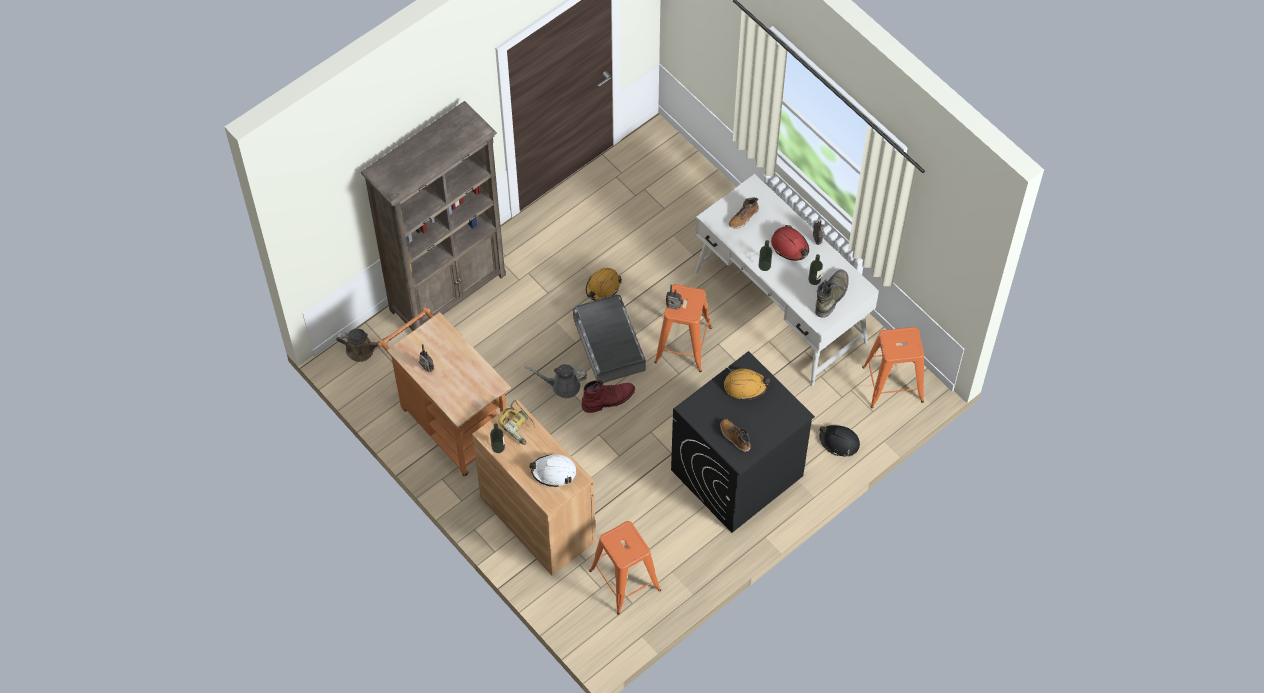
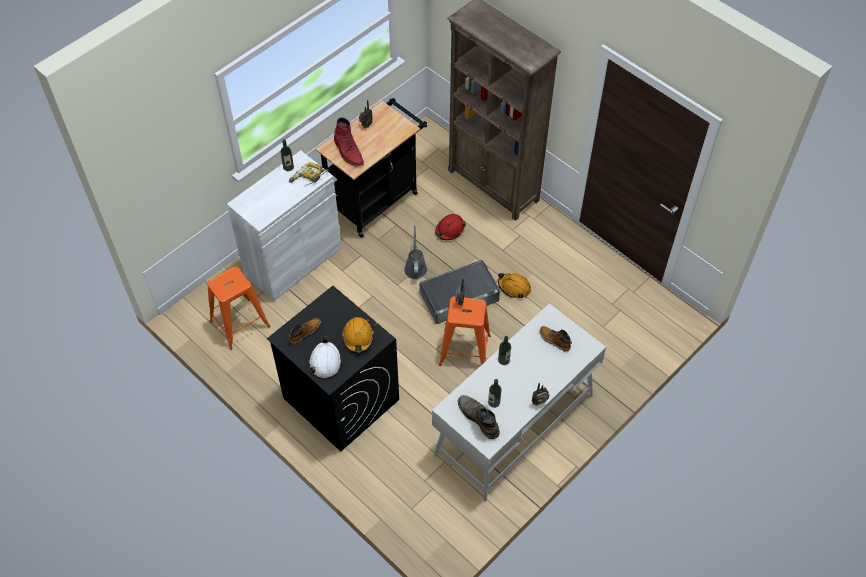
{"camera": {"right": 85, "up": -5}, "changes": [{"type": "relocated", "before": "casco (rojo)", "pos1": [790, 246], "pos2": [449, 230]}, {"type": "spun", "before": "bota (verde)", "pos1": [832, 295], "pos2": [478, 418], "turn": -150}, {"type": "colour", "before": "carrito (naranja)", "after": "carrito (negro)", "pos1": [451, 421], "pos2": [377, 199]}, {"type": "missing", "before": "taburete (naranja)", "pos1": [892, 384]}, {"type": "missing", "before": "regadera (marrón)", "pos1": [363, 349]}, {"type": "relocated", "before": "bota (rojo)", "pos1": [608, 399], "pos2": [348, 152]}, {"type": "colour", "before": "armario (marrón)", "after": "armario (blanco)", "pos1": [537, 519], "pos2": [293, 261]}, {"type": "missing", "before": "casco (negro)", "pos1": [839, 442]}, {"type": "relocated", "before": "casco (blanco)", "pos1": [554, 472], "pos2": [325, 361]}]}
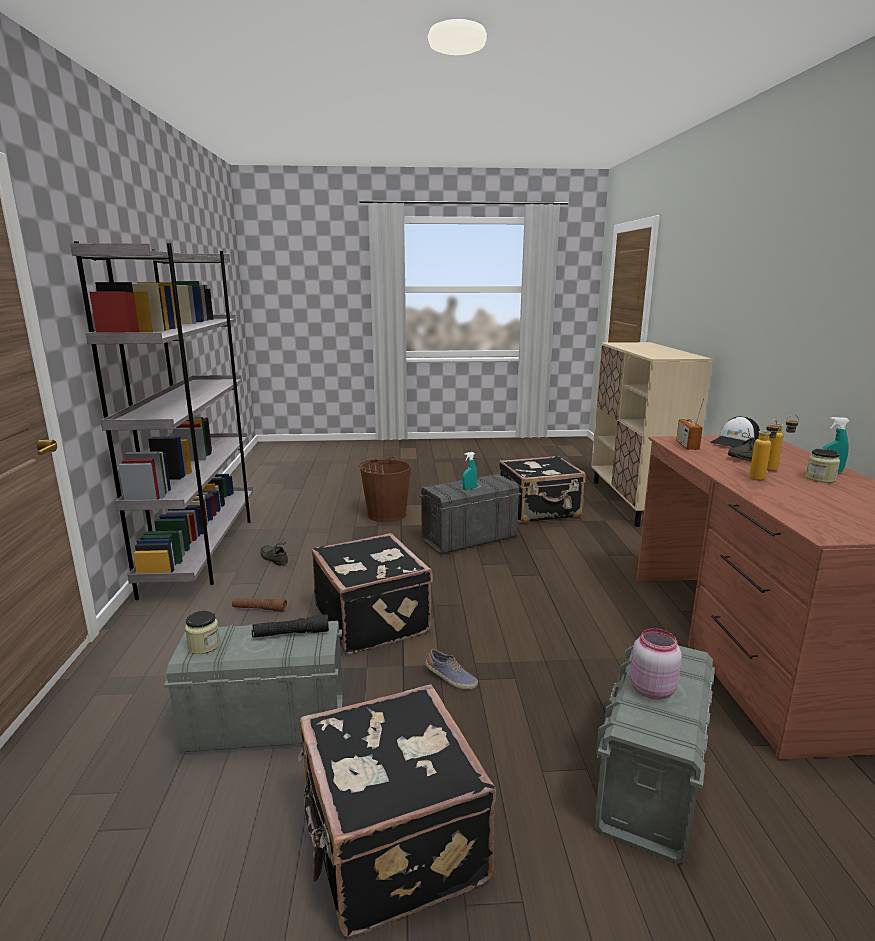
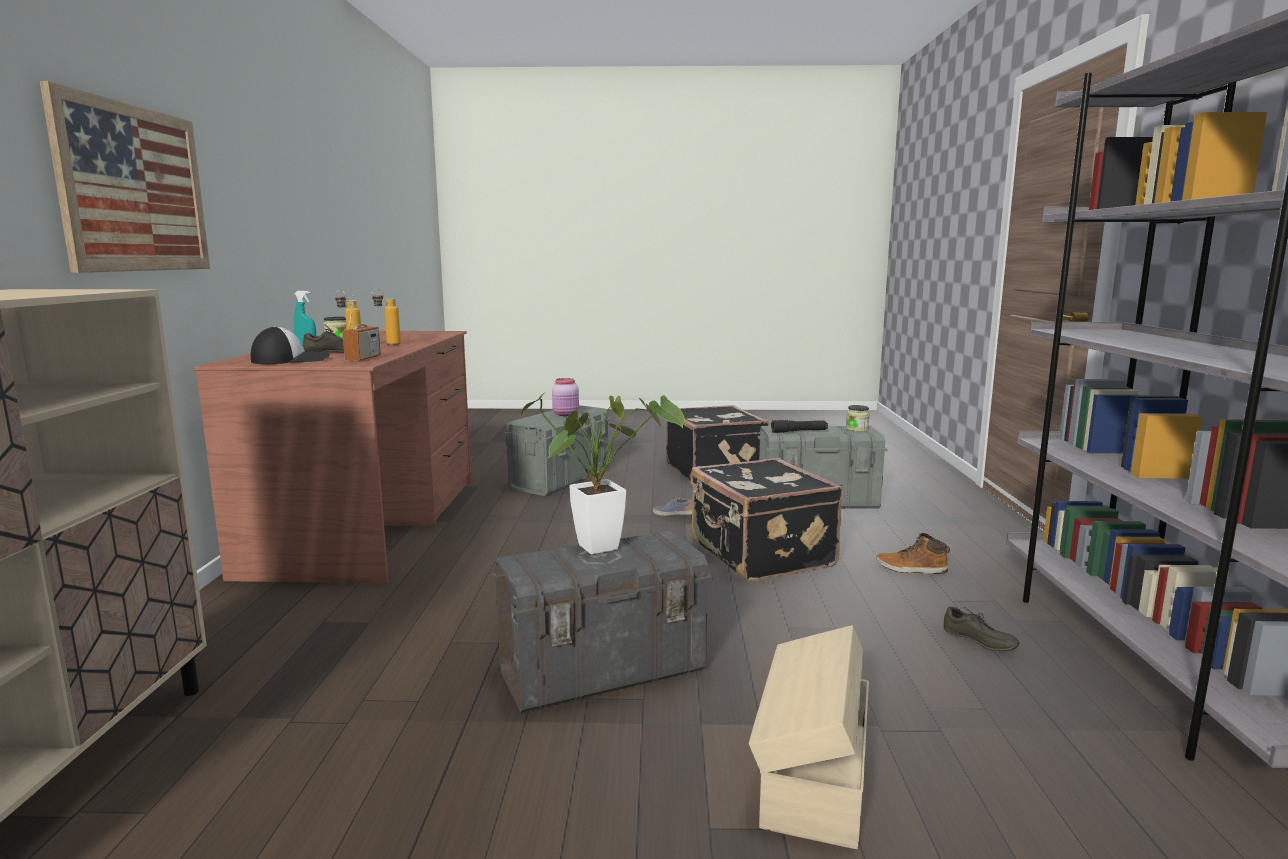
{"camera": {"right": -175, "up": -5}, "changes": [{"type": "exchanged", "before": "pulverizador (turquesa)", "after": "planta en maceta", "pos1": [469, 489], "pos2": [607, 546]}, {"type": "missing", "before": "maleta (negro)", "pos1": [539, 511]}, {"type": "exchanged", "before": "cubo (marrón)", "after": "caja de almacenaje (beis)", "pos1": [386, 514], "pos2": [813, 774]}, {"type": "exchanged", "before": "linterna (marrón)", "after": "bota", "pos1": [259, 609], "pos2": [911, 569]}, {"type": "appeared", "after": "cuadro", "pos2": [134, 189]}]}
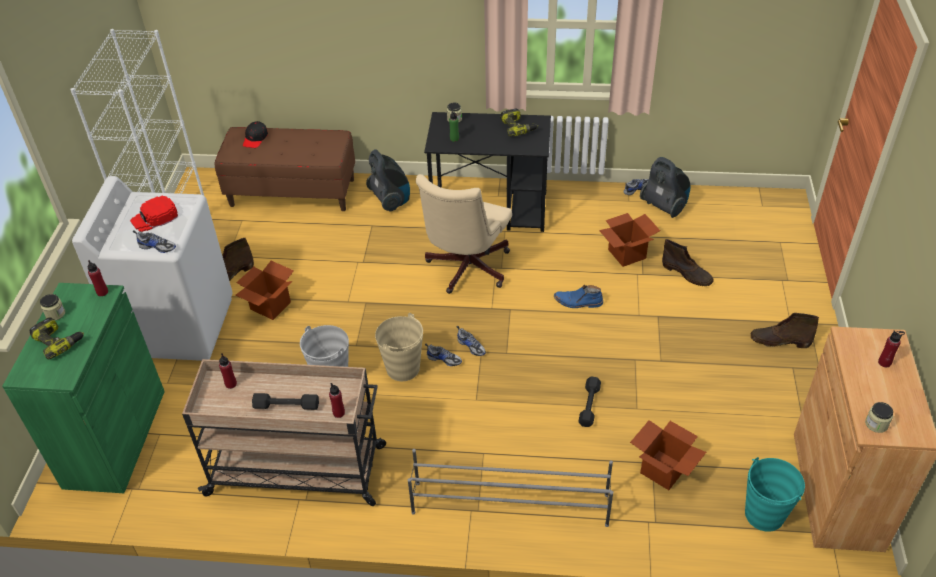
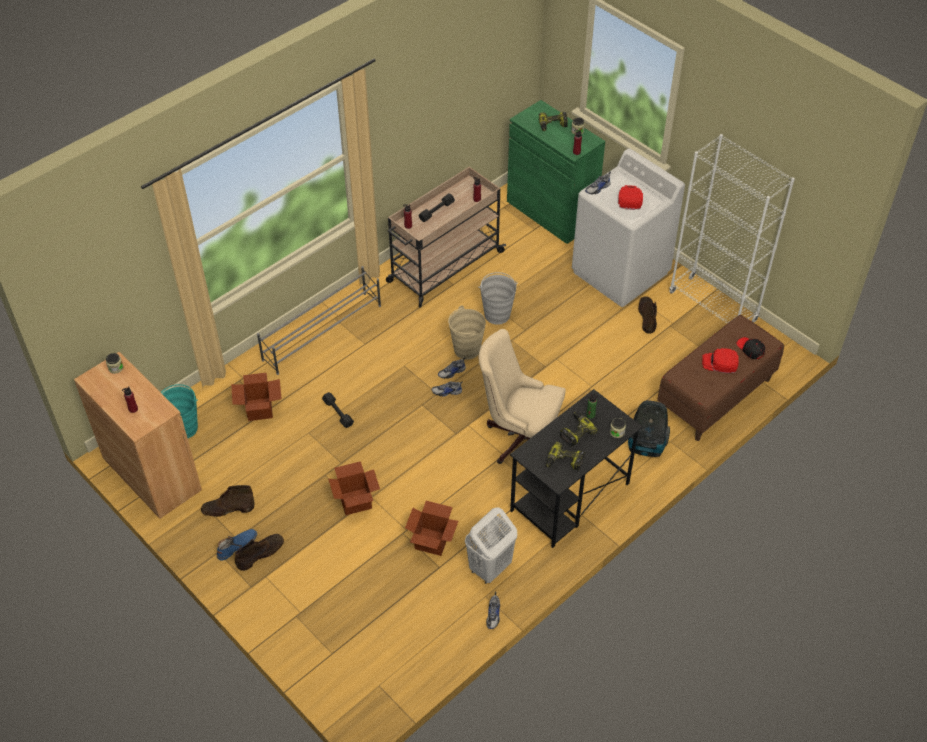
{"camera": {"right": 130, "up": 5}, "changes": [{"type": "missing", "before": "aspiradora", "pos1": [664, 206]}, {"type": "spun", "before": "silla de oficina (beis)", "pos1": [465, 270], "pos2": [519, 437], "turn": -45}, {"type": "relocated", "before": "bota (marrón)", "pos1": [687, 274], "pos2": [227, 509]}, {"type": "relocated", "before": "caja de cartón", "pos1": [270, 306], "pos2": [355, 501]}, {"type": "relocated", "before": "bota (azul)", "pos1": [578, 302], "pos2": [237, 545]}, {"type": "appeared", "after": "gorra (rojo)", "pos2": [719, 363]}, {"type": "appeared", "after": "taladro", "pos2": [575, 431]}, {"type": "appeared", "after": "cesto de la ropa (blanco)", "pos2": [489, 568]}]}
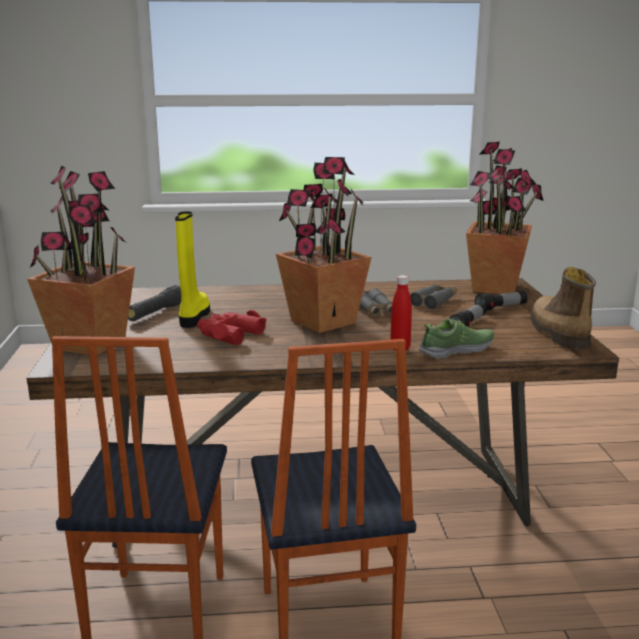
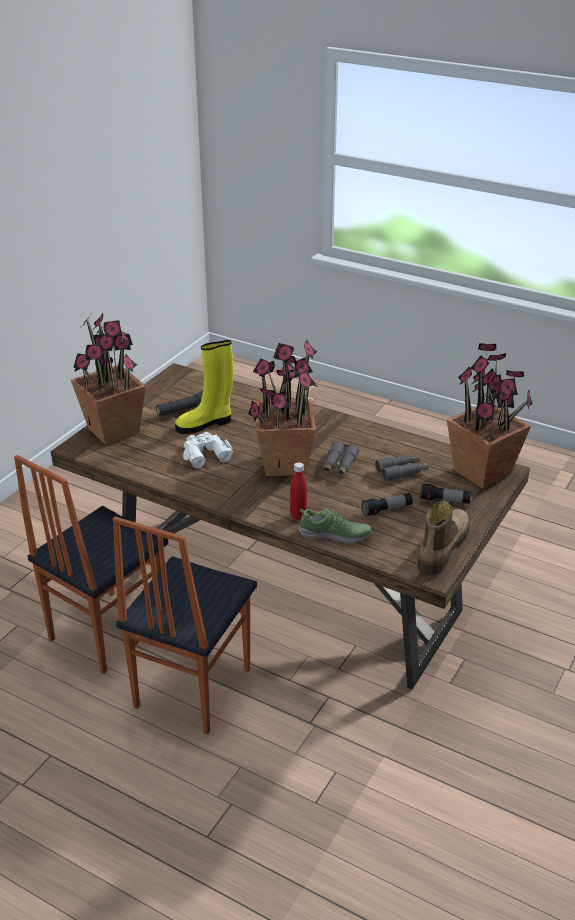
{"camera": {"right": 35, "up": 15}, "changes": [{"type": "spun", "before": "bota (amarillo)", "pos1": [193, 316], "pos2": [205, 424], "turn": -150}, {"type": "colour", "before": "prismáticos (rojo)", "after": "prismáticos (blanco)", "pos1": [229, 334], "pos2": [205, 454]}]}
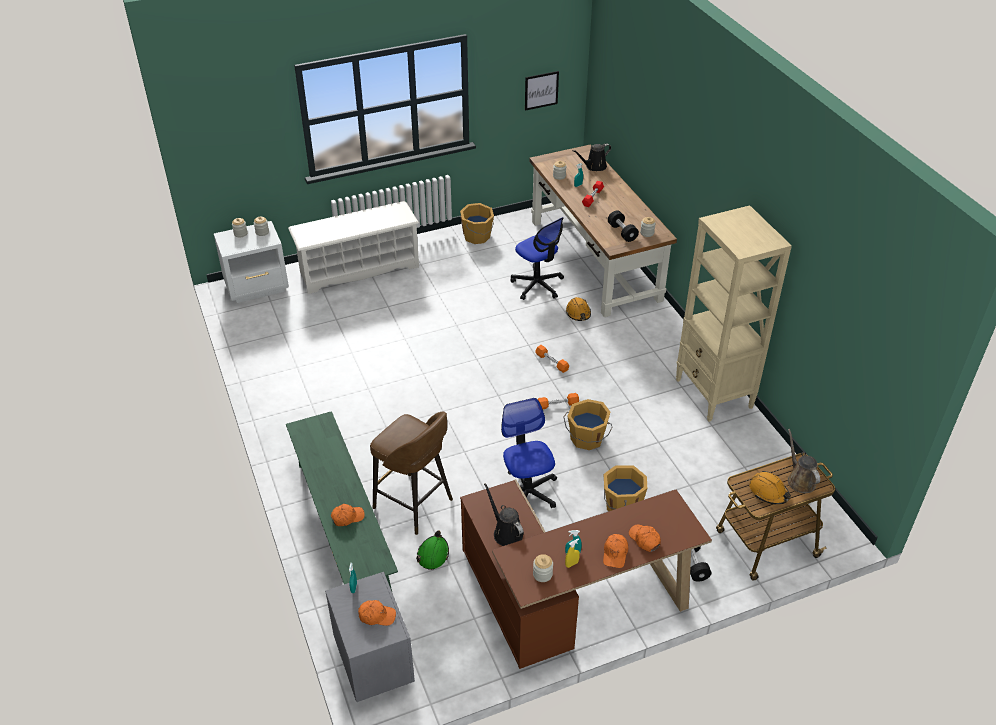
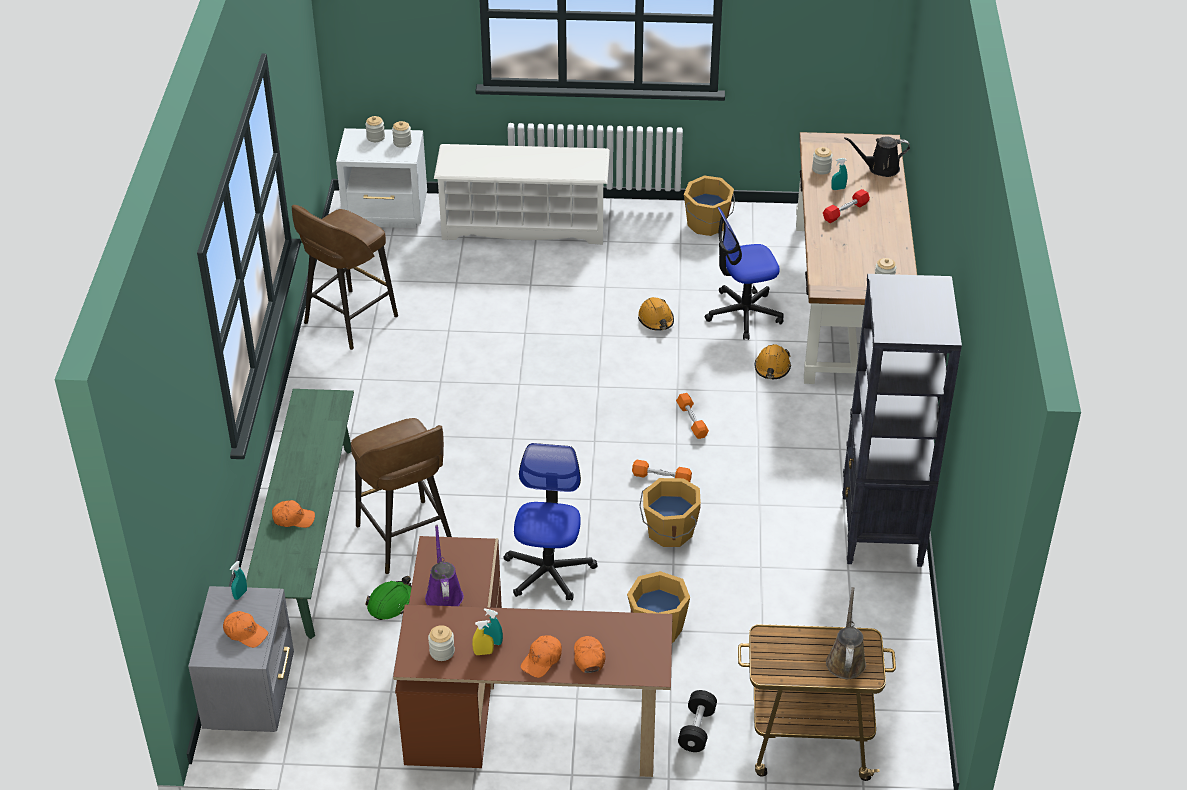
{"camera": {"right": 25, "up": 0}, "changes": [{"type": "missing", "before": "cuadro", "pos1": [541, 90]}, {"type": "colour", "before": "estantería (beis)", "after": "estantería (negro)", "pos1": [714, 394], "pos2": [881, 531]}, {"type": "missing", "before": "mancuerna (negro)", "pos1": [622, 232]}, {"type": "spun", "before": "silla de oficina", "pos1": [537, 285], "pos2": [743, 313], "turn": 90}, {"type": "relocated", "before": "casco (naranja)", "pos1": [768, 492], "pos2": [656, 320]}, {"type": "colour", "before": "regadera (negro)", "after": "regadera (morado)", "pos1": [506, 532], "pos2": [443, 594]}, {"type": "appeared", "after": "taburete (marrón)", "pos2": [348, 321]}]}
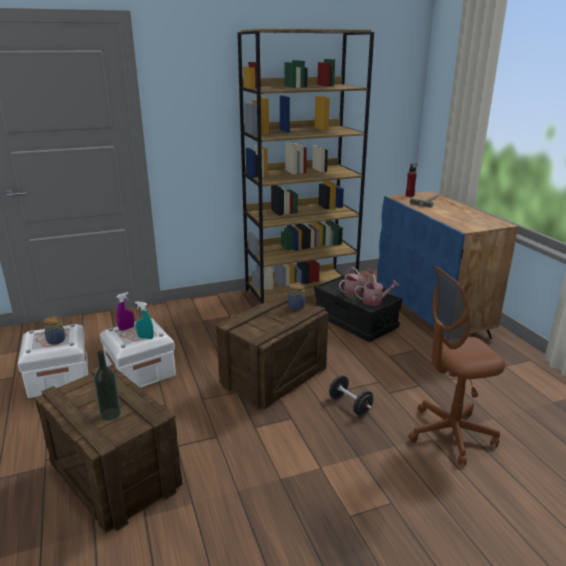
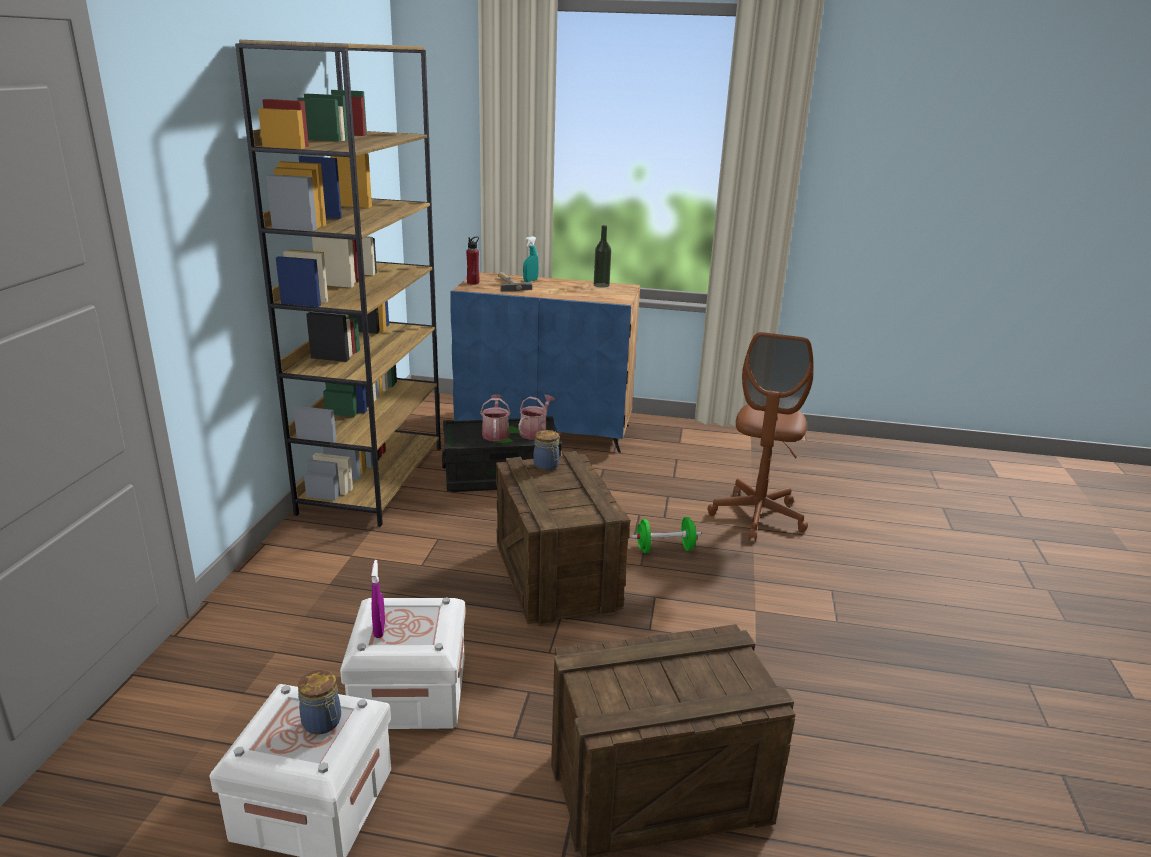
{"camera": {"right": -60, "up": 0}, "changes": [{"type": "relocated", "before": "pulverizador (turquesa)", "pos1": [145, 337], "pos2": [530, 280]}, {"type": "relocated", "before": "botella", "pos1": [110, 414], "pos2": [601, 285]}, {"type": "colour", "before": "mancuerna (negro)", "after": "mancuerna (verde)", "pos1": [350, 405], "pos2": [665, 549]}]}
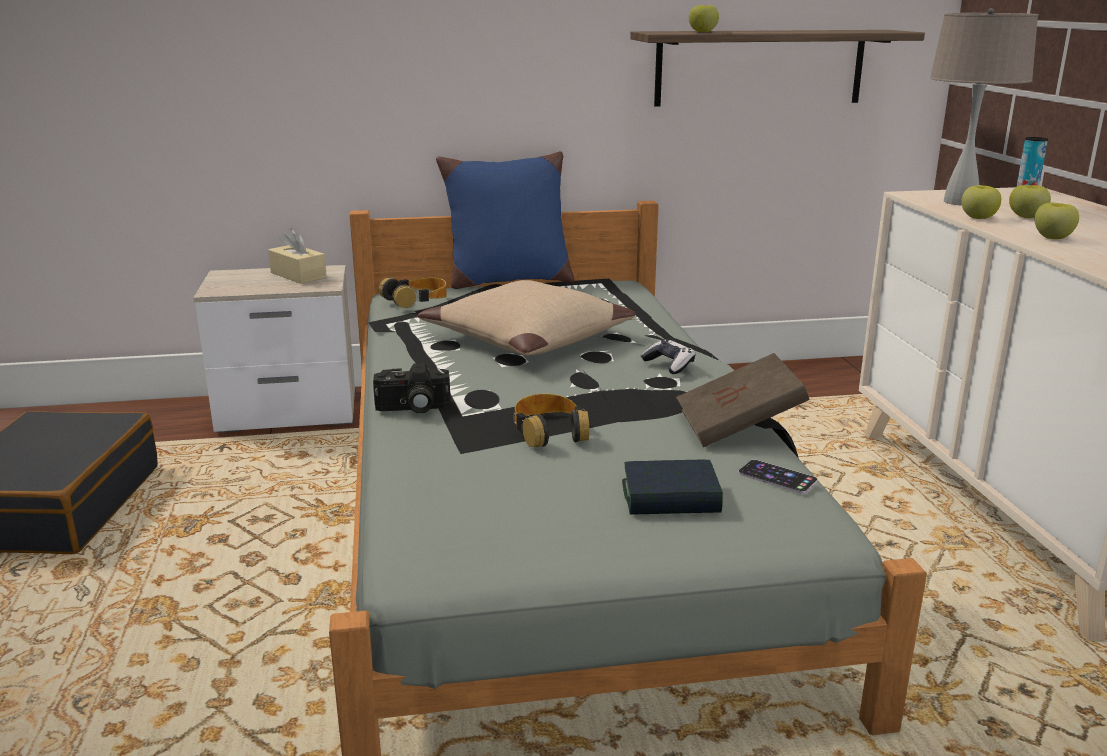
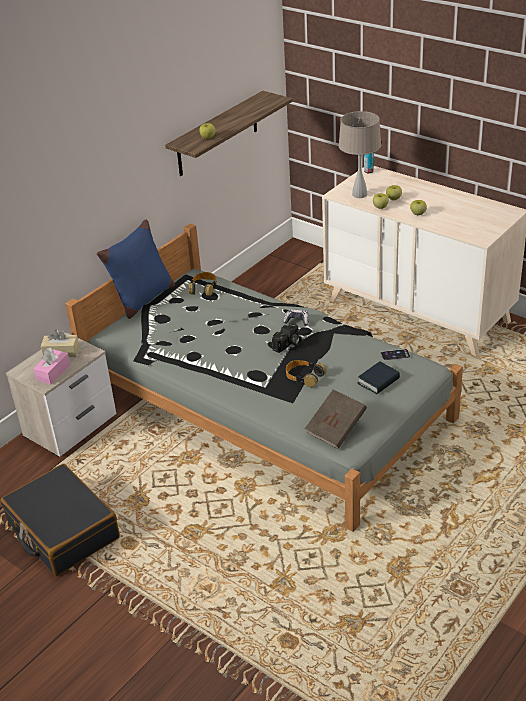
{"camera": {"right": -40, "up": 15}, "changes": [{"type": "relocated", "before": "auriculares", "pos1": [416, 299], "pos2": [203, 288]}, {"type": "missing", "before": "cojín (beis)", "pos1": [526, 338]}, {"type": "relocated", "before": "libro (marrón)", "pos1": [738, 427], "pos2": [336, 429]}, {"type": "relocated", "before": "cámara", "pos1": [413, 408], "pos2": [288, 345]}, {"type": "appeared", "after": "caja de pañuelos (rosa)", "pos2": [53, 372]}]}
